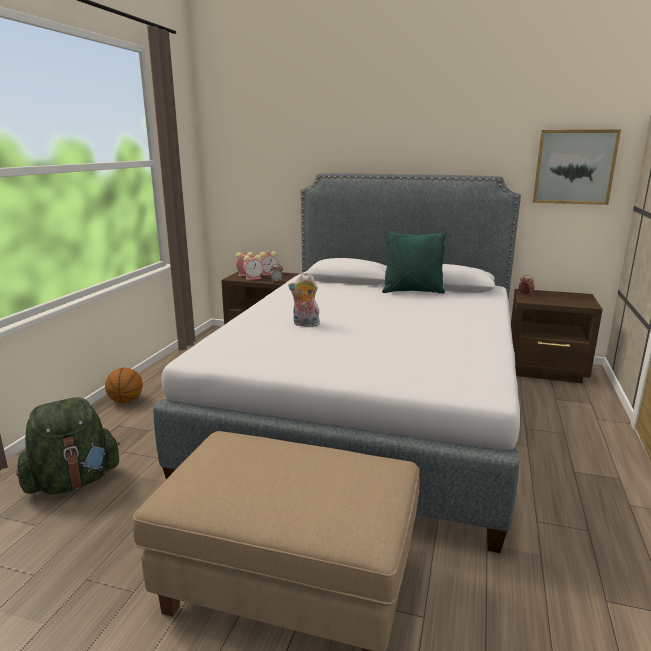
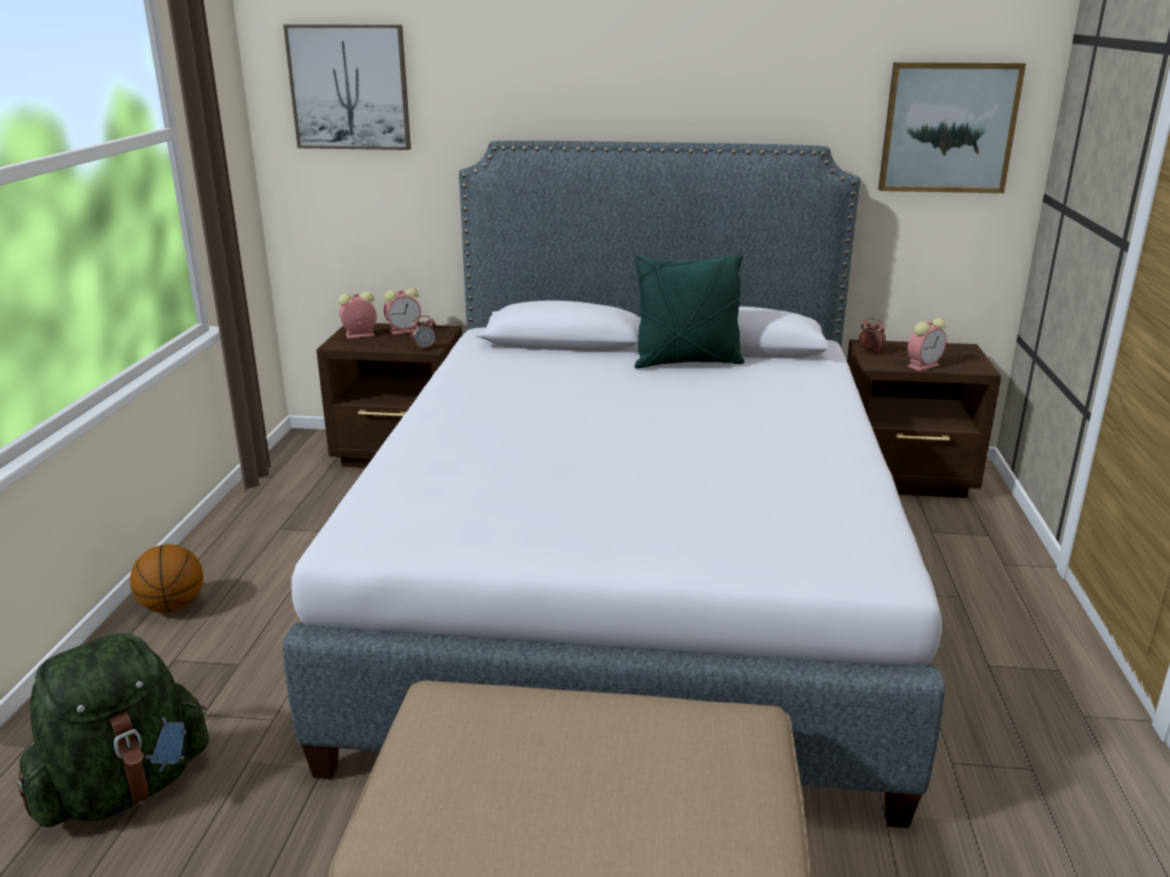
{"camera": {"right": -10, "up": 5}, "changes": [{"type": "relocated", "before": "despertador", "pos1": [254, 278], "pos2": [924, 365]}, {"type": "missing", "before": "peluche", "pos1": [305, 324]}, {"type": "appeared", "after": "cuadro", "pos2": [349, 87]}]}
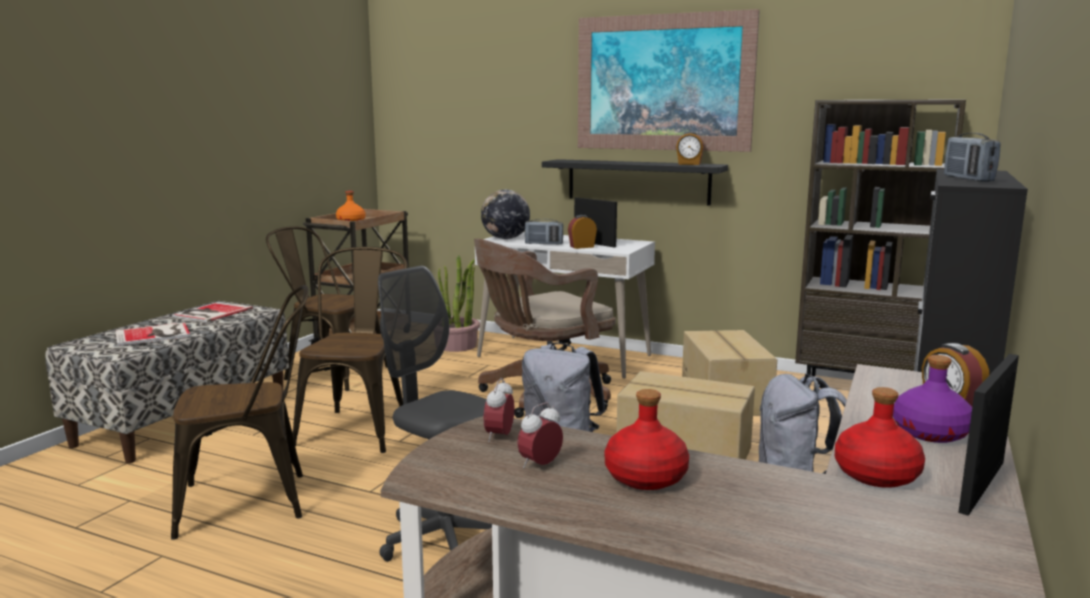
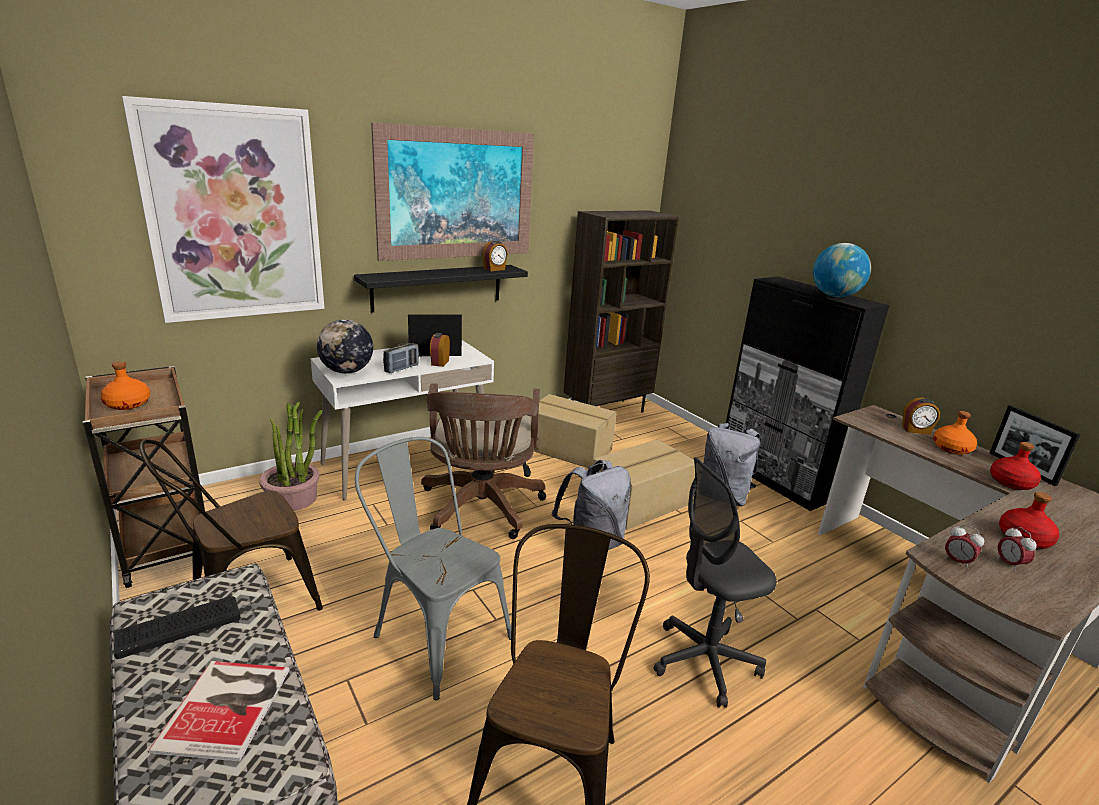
{"camera": {"right": -60, "up": 10}, "changes": [{"type": "exchanged", "before": "radio", "after": "globo terráqueo", "pos1": [968, 179], "pos2": [834, 296]}, {"type": "colour", "before": "silla (marrón)", "after": "silla (gris)", "pos1": [359, 426], "pos2": [434, 633]}, {"type": "exchanged", "before": "libro", "after": "teclado", "pos1": [210, 312], "pos2": [179, 626]}, {"type": "colour", "before": "botella (morado)", "after": "botella (naranja)", "pos1": [931, 433], "pos2": [952, 449]}, {"type": "appeared", "after": "cuadro", "pos2": [235, 215]}]}
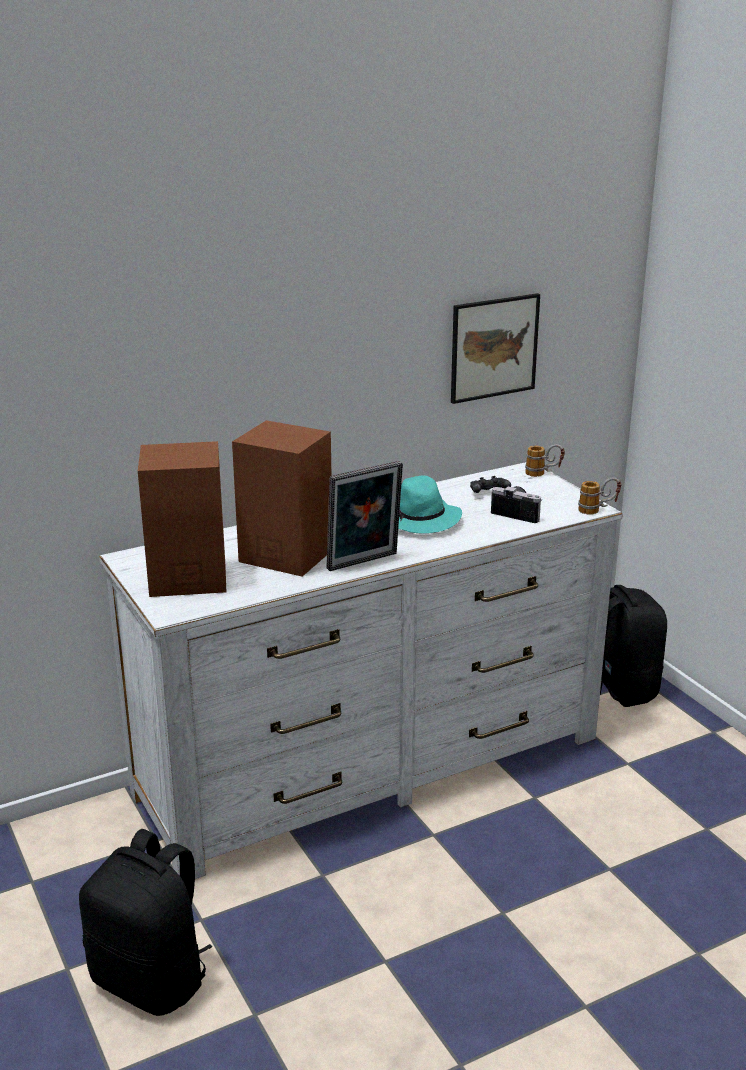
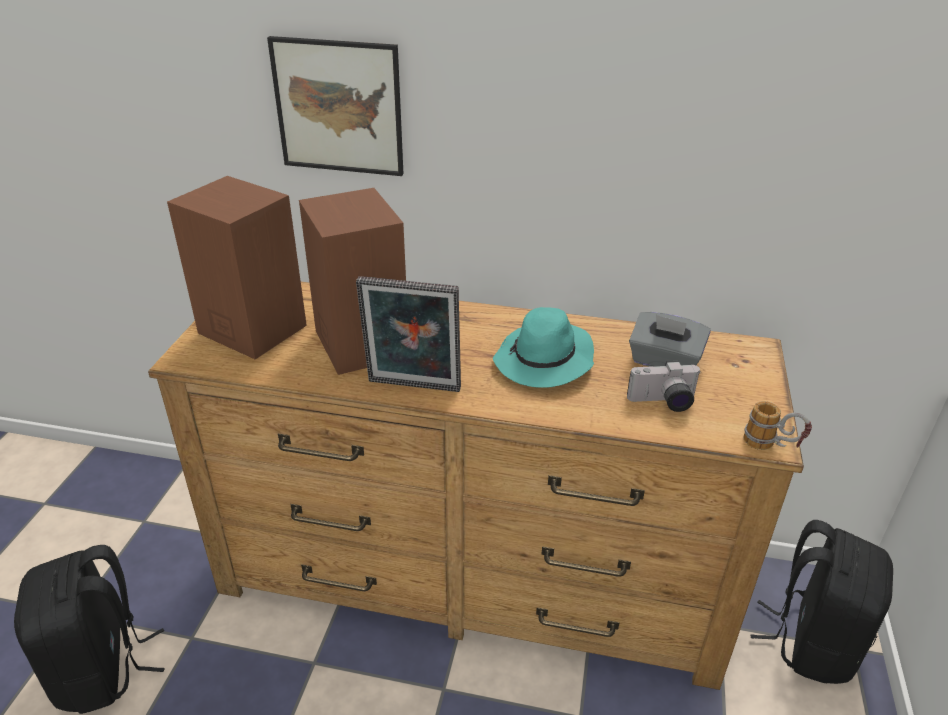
{"camera": {"right": 40, "up": 10}, "changes": [{"type": "relocated", "before": "cuadro", "pos1": [494, 347], "pos2": [338, 107]}, {"type": "missing", "before": "taza grande", "pos1": [543, 474]}, {"type": "colour", "before": "cómoda (blanco)", "after": "cómoda (marrón)", "pos1": [371, 765], "pos2": [472, 575]}, {"type": "exchanged", "before": "mando de consola (negro)", "after": "caja de pañuelos (gris)", "pos1": [488, 494], "pos2": [664, 361]}, {"type": "spun", "before": "cámara", "pos1": [518, 513], "pos2": [663, 402], "turn": 105}]}
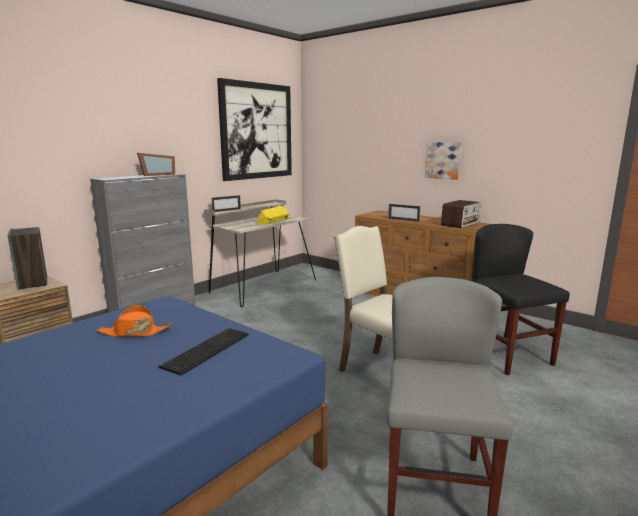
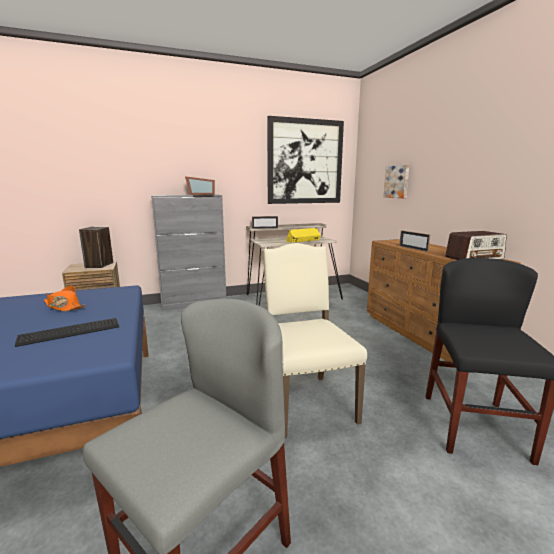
{"camera": {"right": 30, "up": 0}, "changes": [{"type": "relocated", "before": "cuadro", "pos1": [443, 160], "pos2": [397, 181]}]}
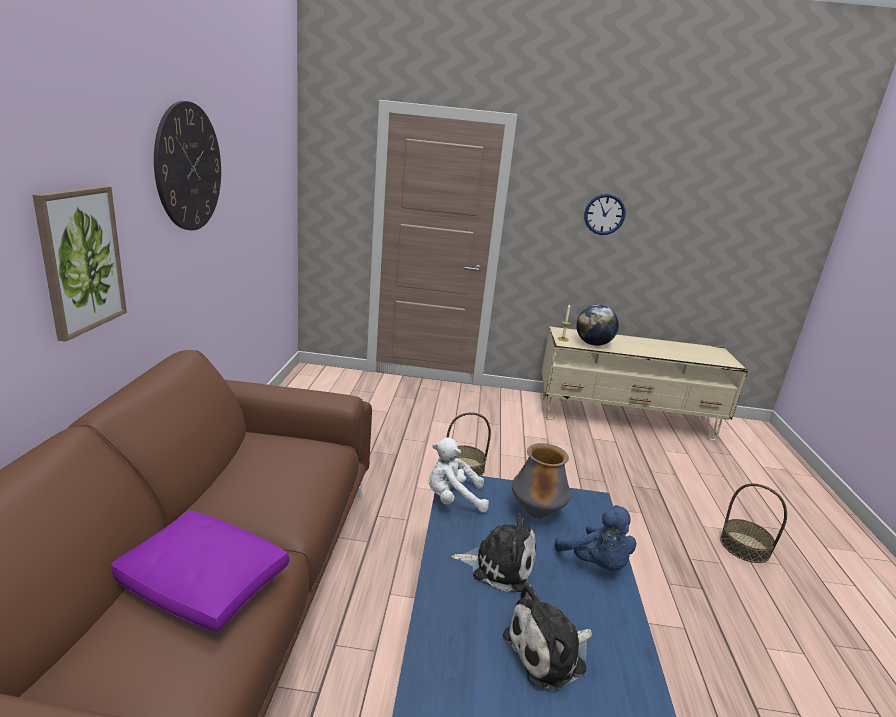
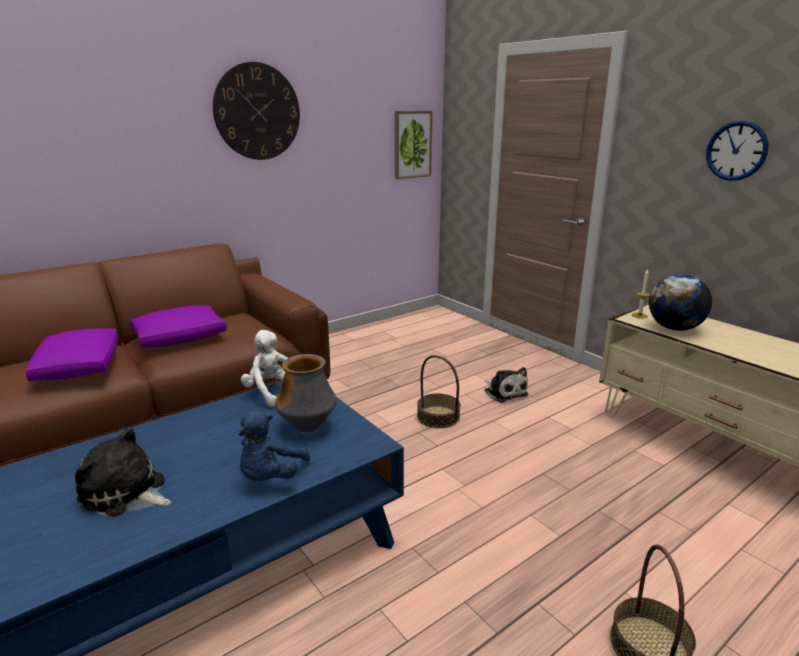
{"camera": {"right": 50, "up": 0}, "changes": [{"type": "relocated", "before": "cuadro", "pos1": [81, 260], "pos2": [412, 144]}, {"type": "relocated", "before": "peluche", "pos1": [499, 565], "pos2": [504, 392]}, {"type": "appeared", "after": "cojín (morado)", "pos2": [181, 337]}]}
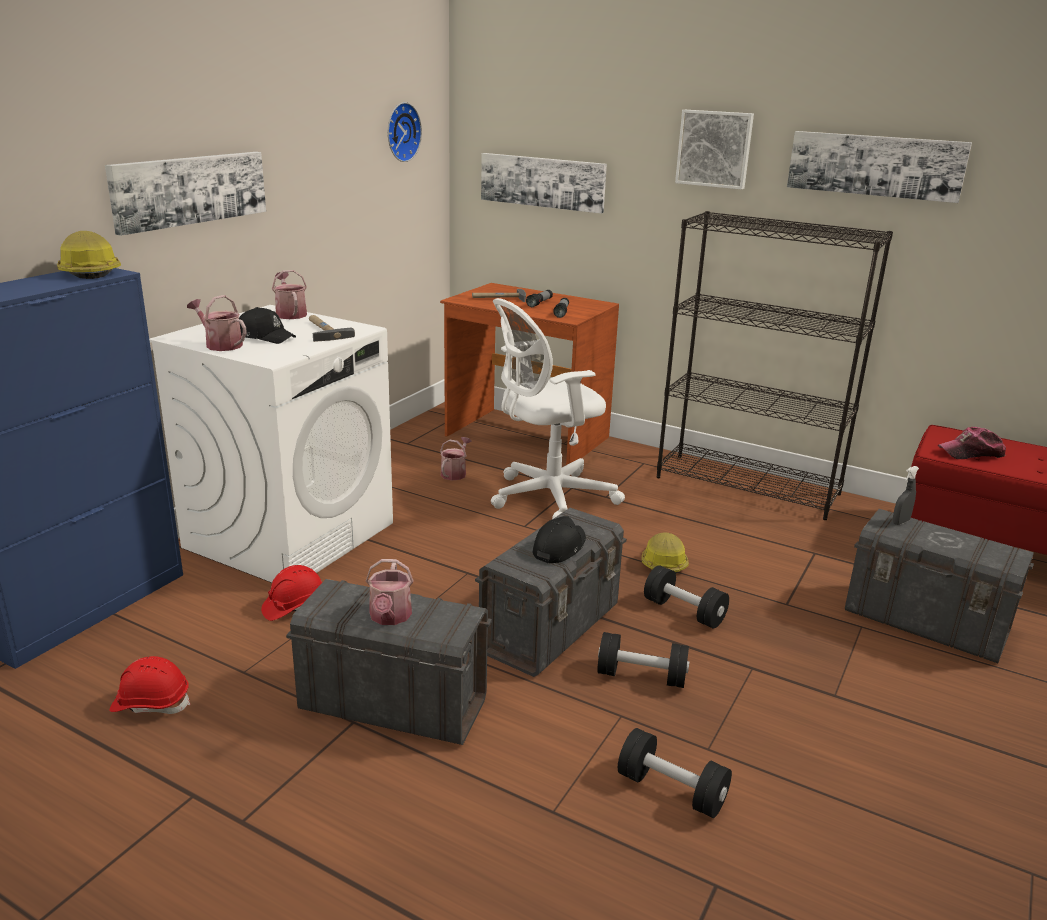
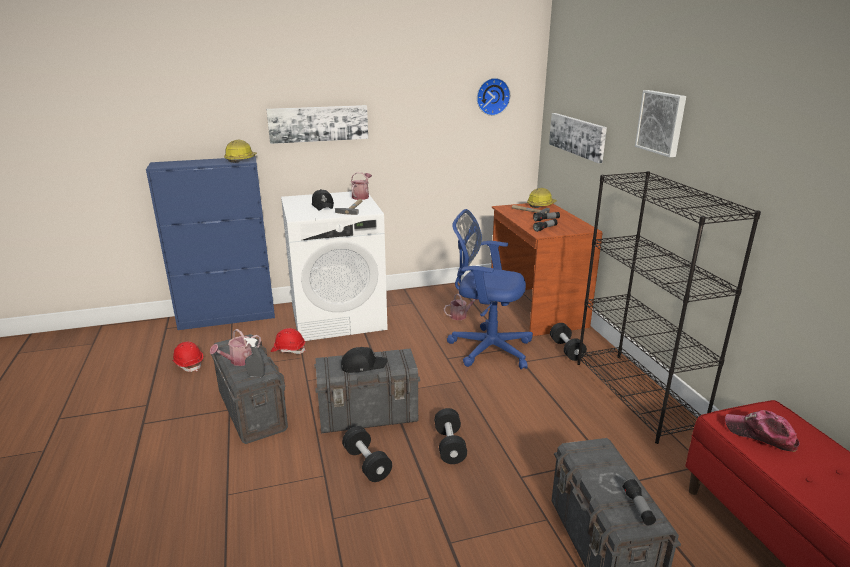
{"camera": {"right": 45, "up": 0}, "changes": [{"type": "missing", "before": "cuadro", "pos1": [875, 165]}, {"type": "missing", "before": "regadera", "pos1": [220, 344]}, {"type": "colour", "before": "silla de oficina (blanco)", "after": "silla de oficina (azul)", "pos1": [547, 497], "pos2": [486, 348]}, {"type": "relocated", "before": "pulverizador (gris)", "pos1": [900, 522], "pos2": [256, 375]}, {"type": "relocated", "before": "casco", "pos1": [663, 562], "pos2": [541, 205]}, {"type": "relocated", "before": "mancuerna (negro)", "pos1": [671, 790], "pos2": [566, 350]}, {"type": "appeared", "after": "linterna", "pos2": [638, 507]}]}
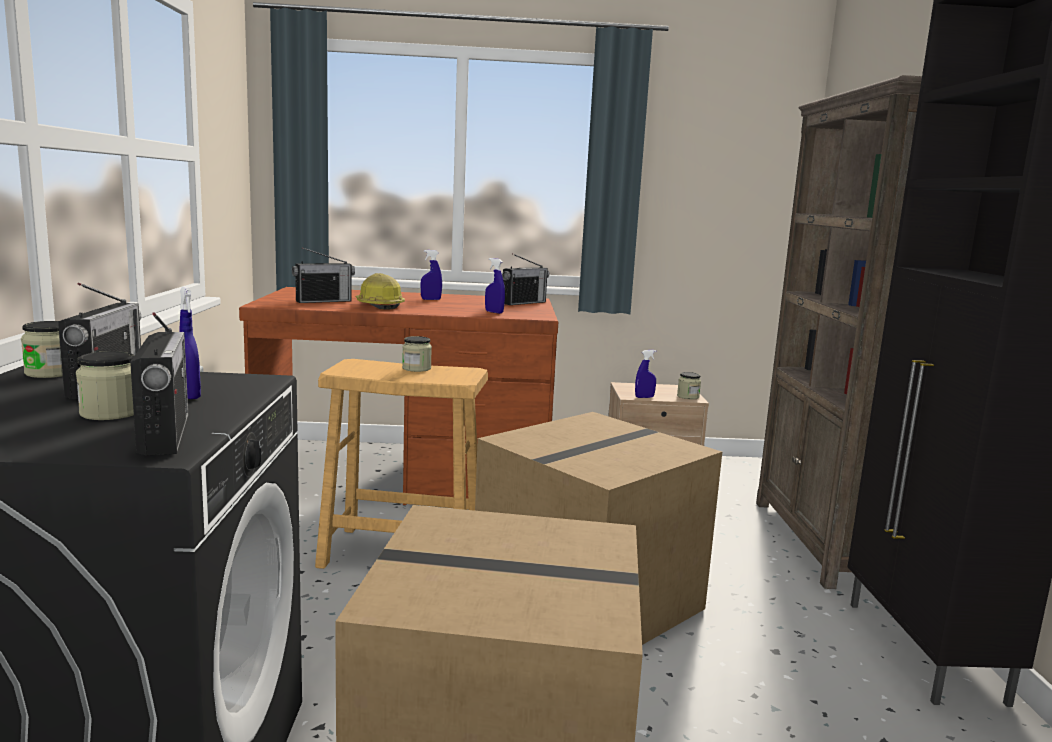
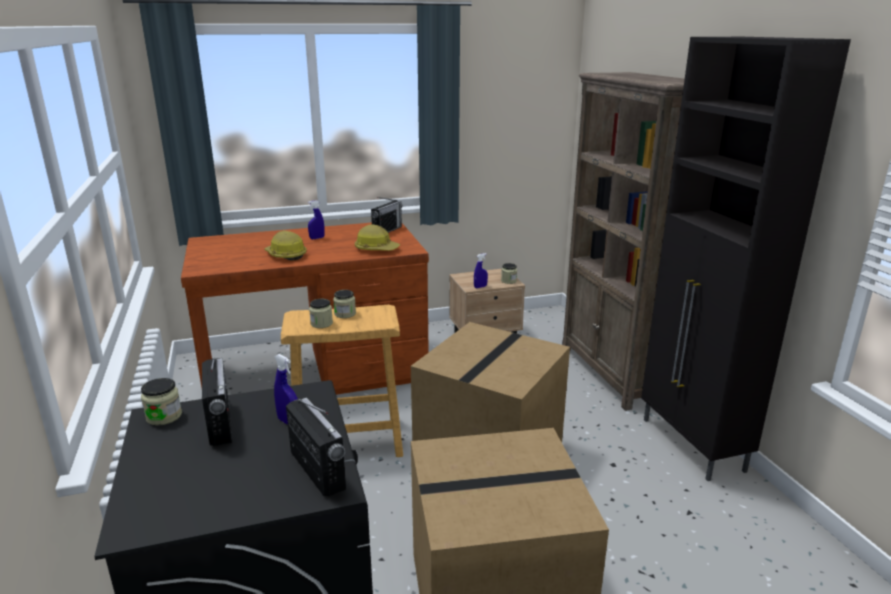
{"camera": {"right": -15, "up": 10}, "changes": [{"type": "missing", "before": "radio", "pos1": [323, 301]}, {"type": "exchanged", "before": "pulverizador (azul)", "after": "casco", "pos1": [494, 312], "pos2": [376, 249]}, {"type": "relocated", "before": "tarro", "pos1": [110, 413], "pos2": [321, 323]}]}
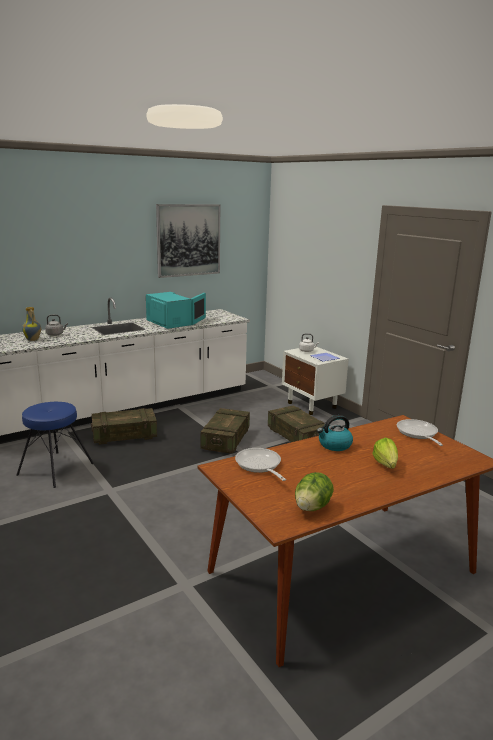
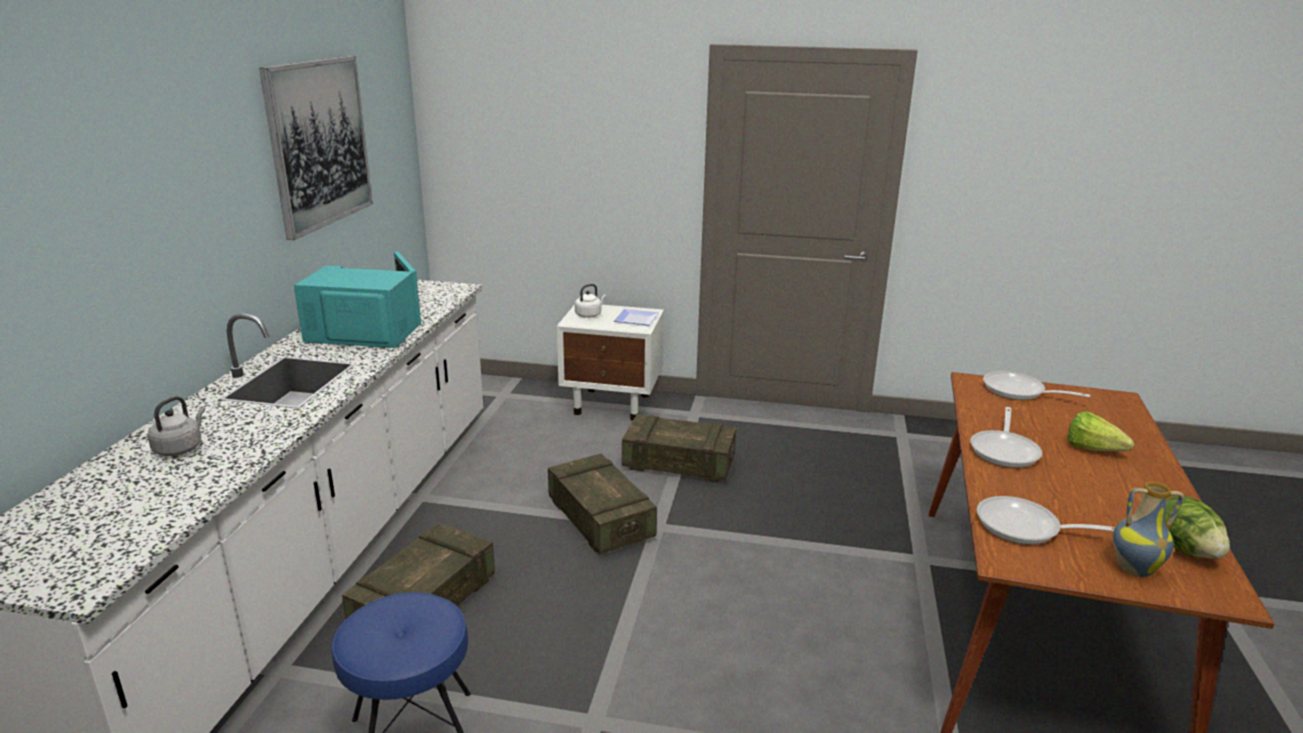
{"camera": {"right": -45, "up": 5}, "changes": [{"type": "relocated", "before": "florero", "pos1": [33, 339], "pos2": [1133, 568]}, {"type": "exchanged", "before": "hervidor", "after": "sartén", "pos1": [334, 445], "pos2": [1005, 450]}]}
